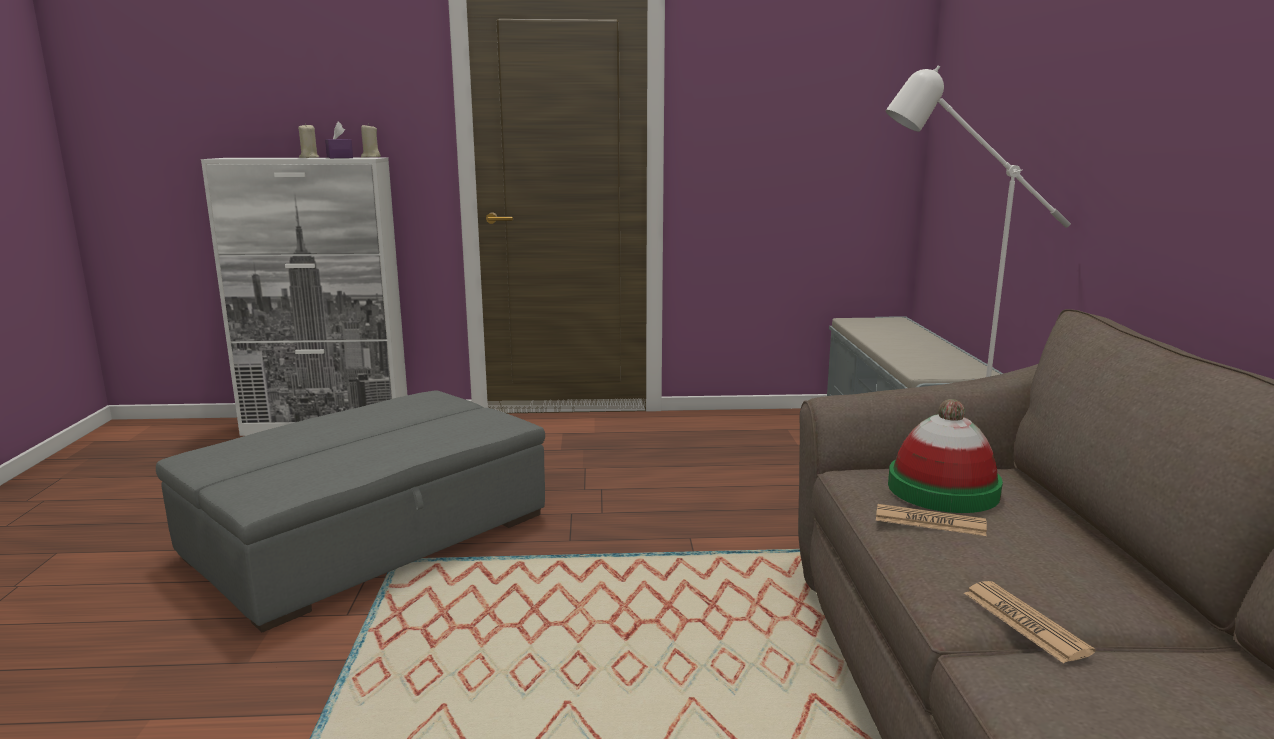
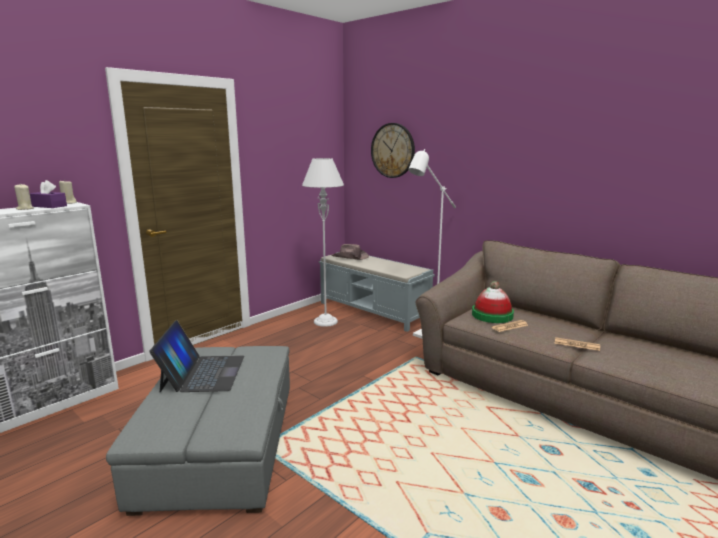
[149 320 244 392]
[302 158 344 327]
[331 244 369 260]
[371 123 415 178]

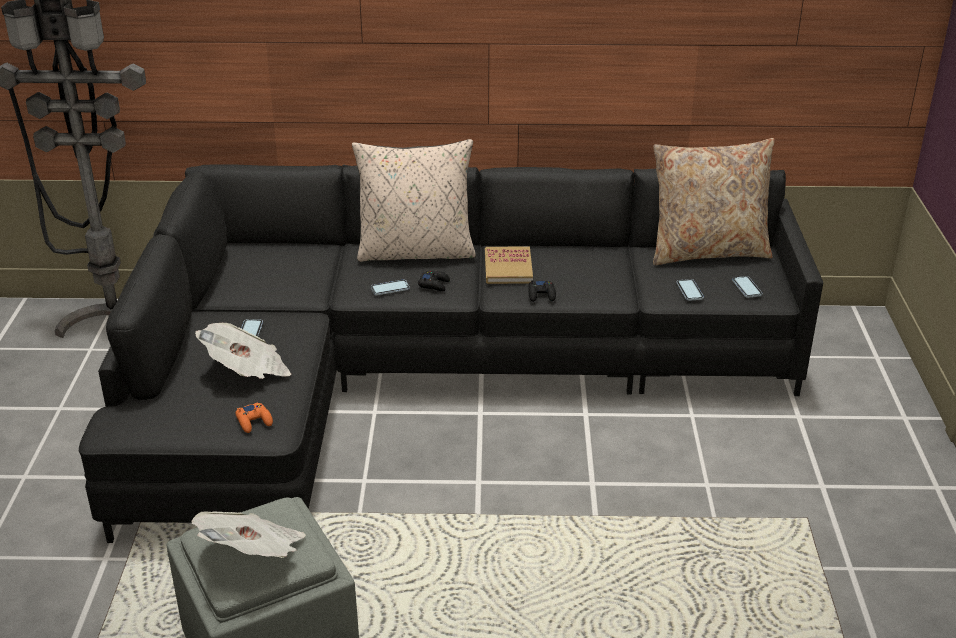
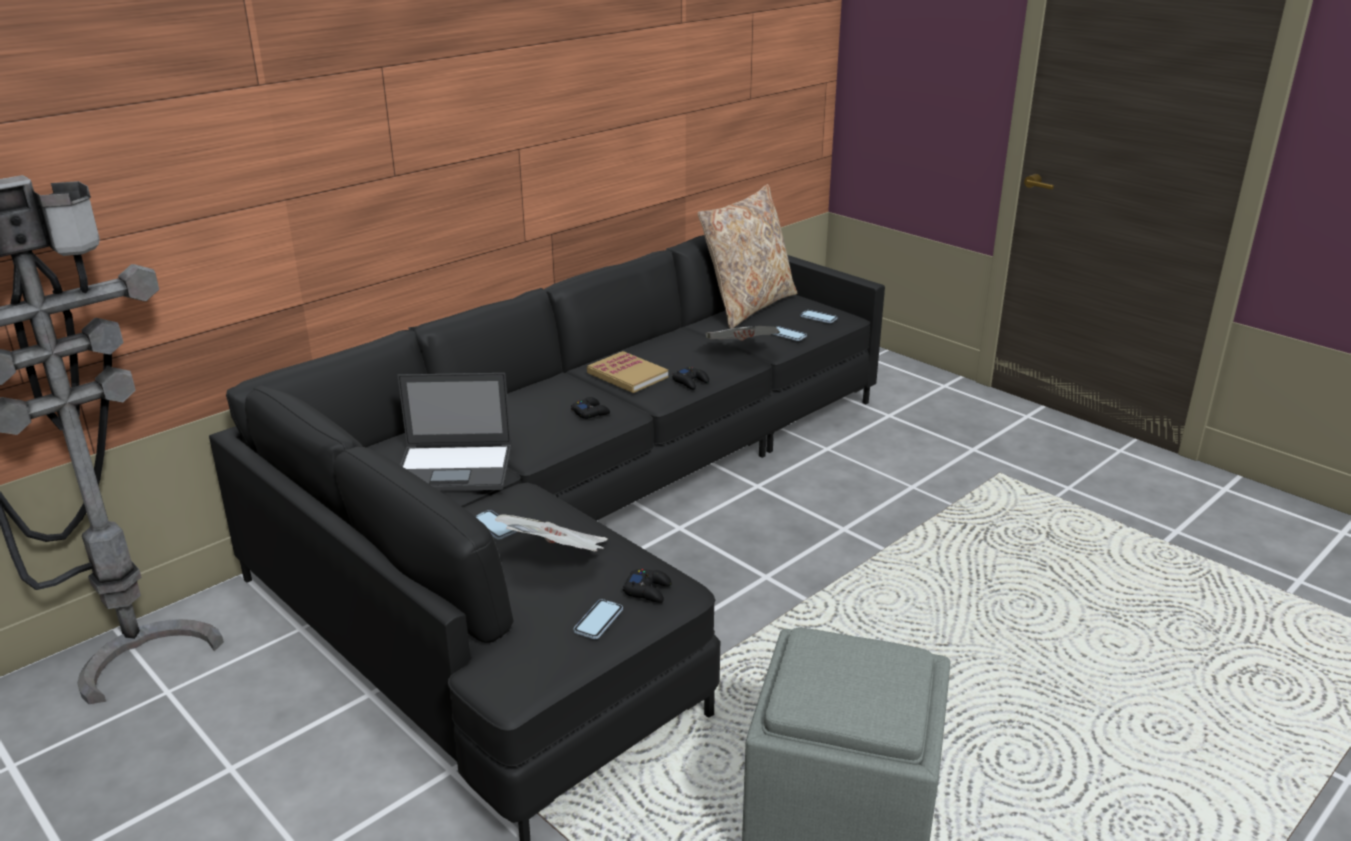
[706 326 780 341]
[623 569 672 603]
[352 139 476 262] (first image)
[573 599 623 639]
[397 373 511 491]

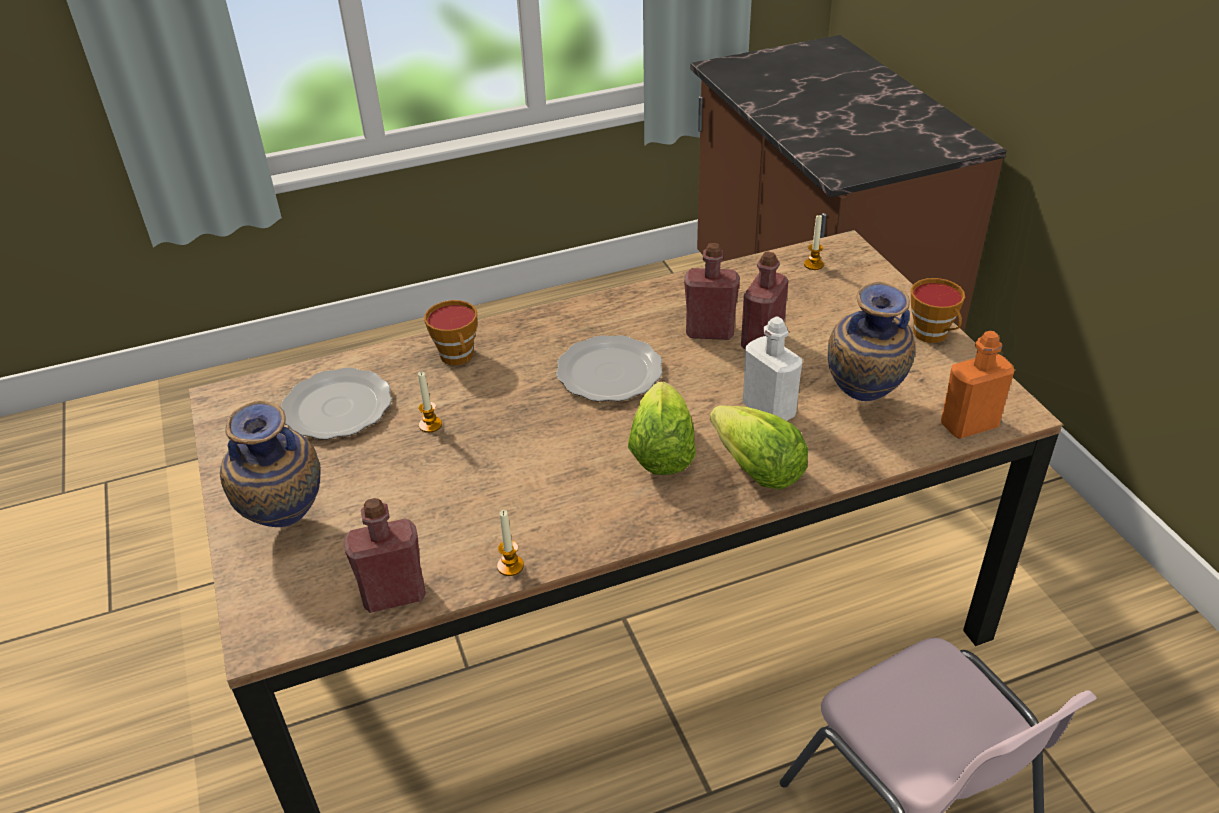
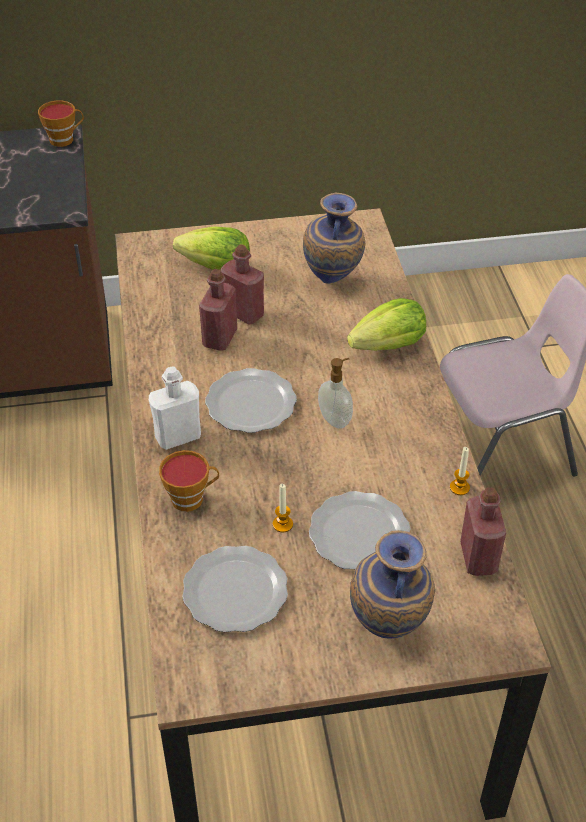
[173 226 250 271]
[149 367 201 450]
[804 215 824 270] (first image)
[38 101 84 147]
[941 331 1015 439] (first image)
[309 491 411 570]
[318 358 353 429]

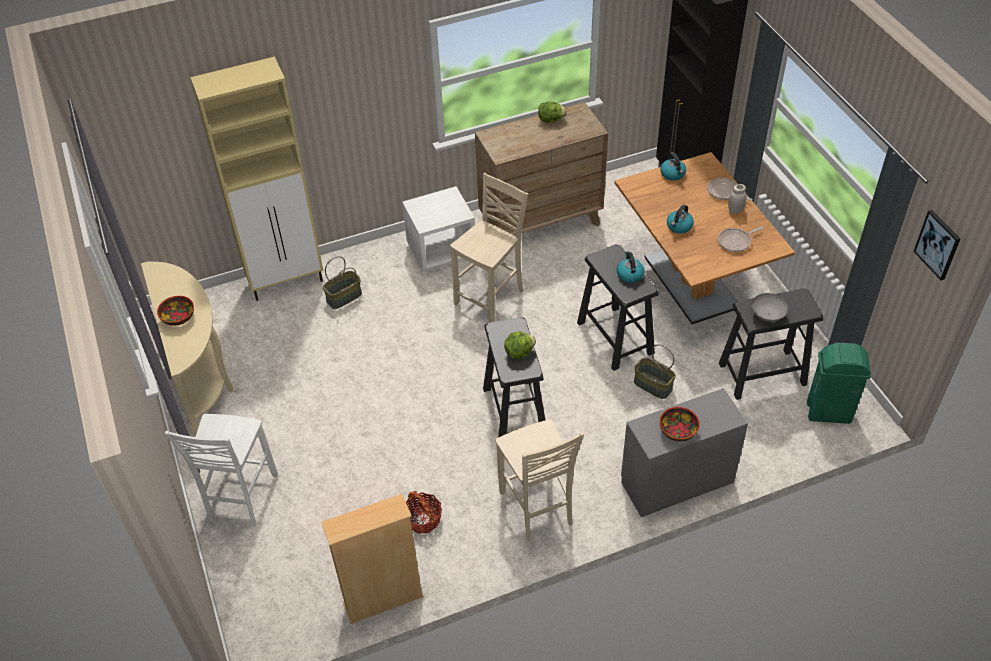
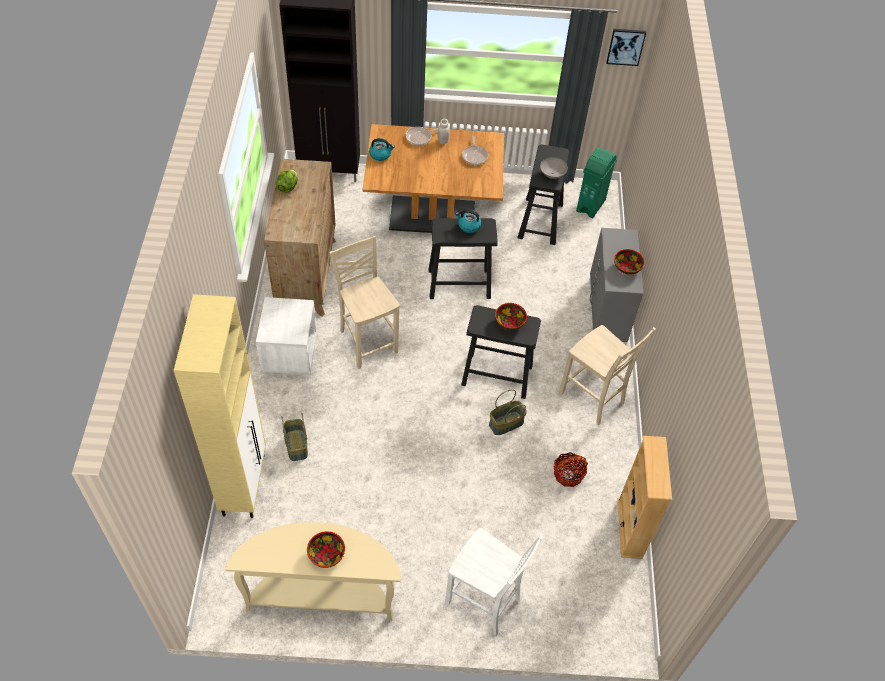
[559 325 656 425]
[495 303 527 330]
[489 389 527 435]
[667 205 694 233] (first image)

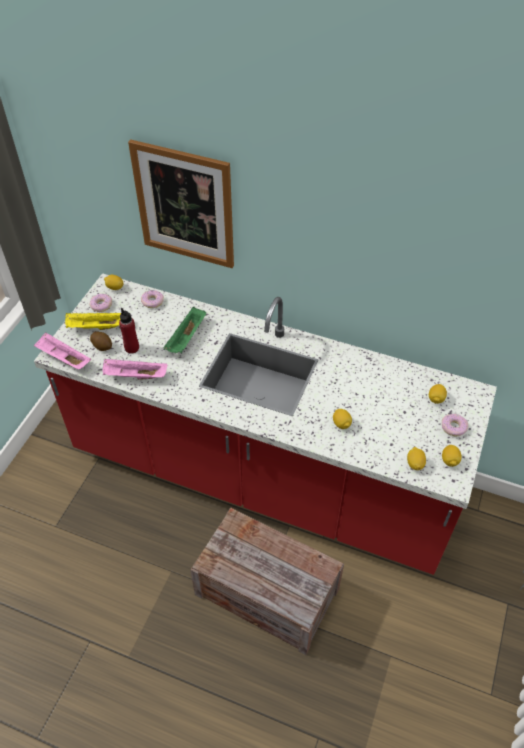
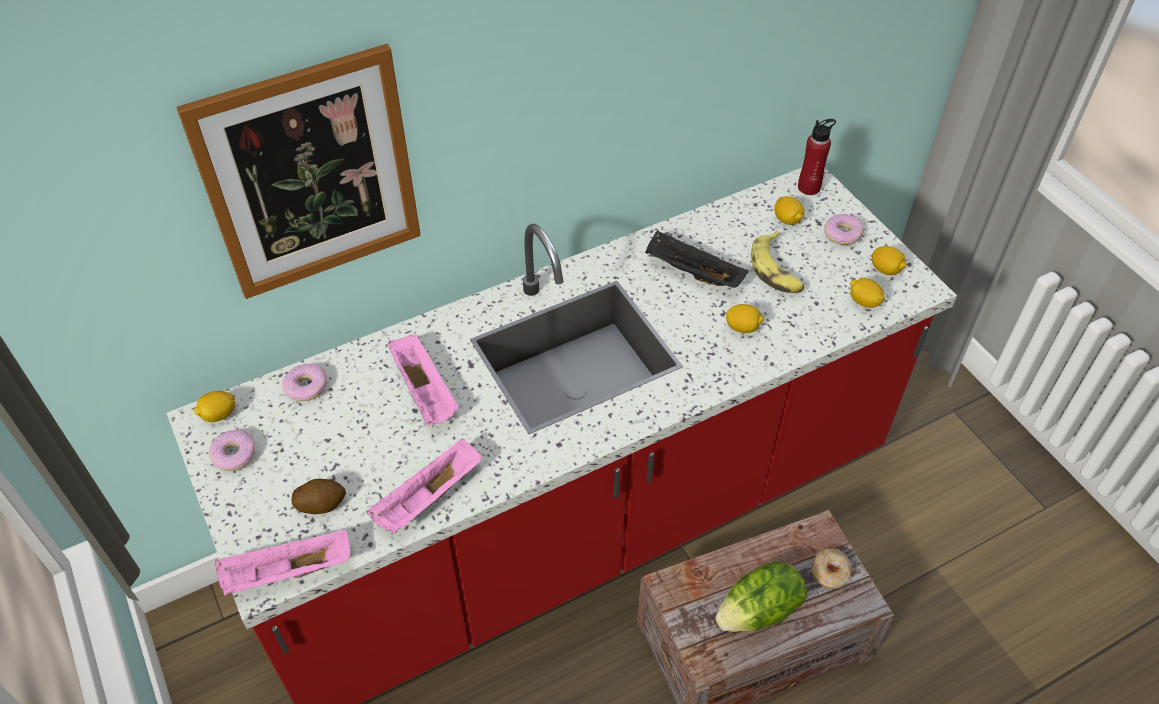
[65 313 121 330] (first image)
[798 119 836 195]
[388 334 459 426]
[645 231 748 288]
[716 562 807 632]
[751 231 804 293]
[812 548 852 589]

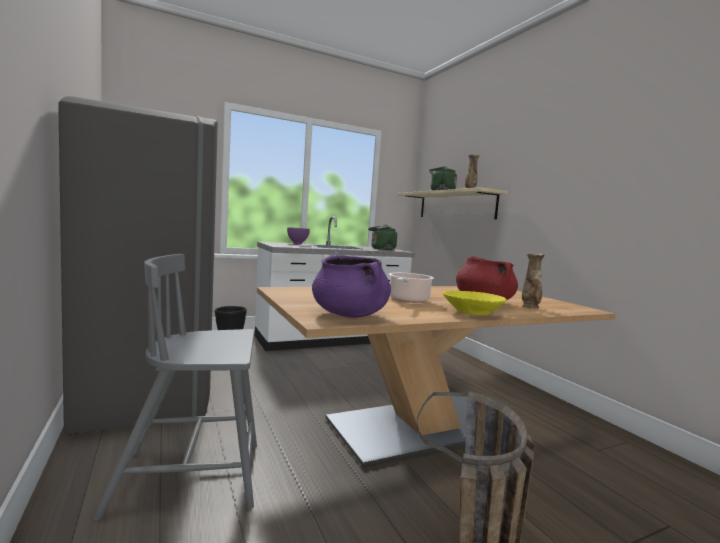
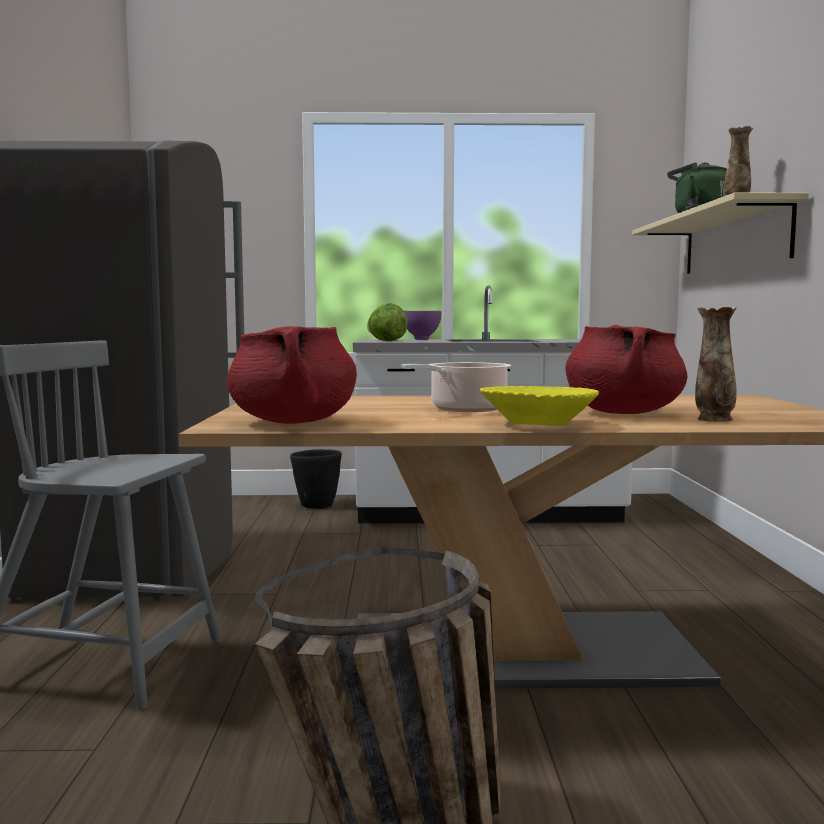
[227 326 357 424]
[368 225 397 250] (first image)
[367 303 408 341]

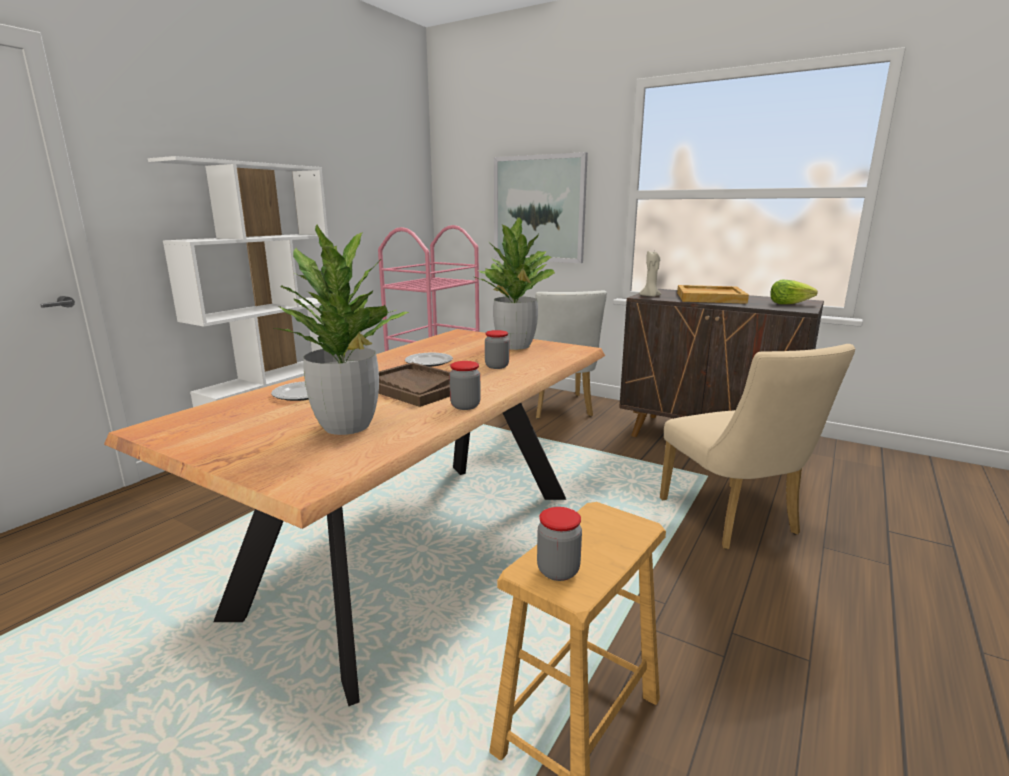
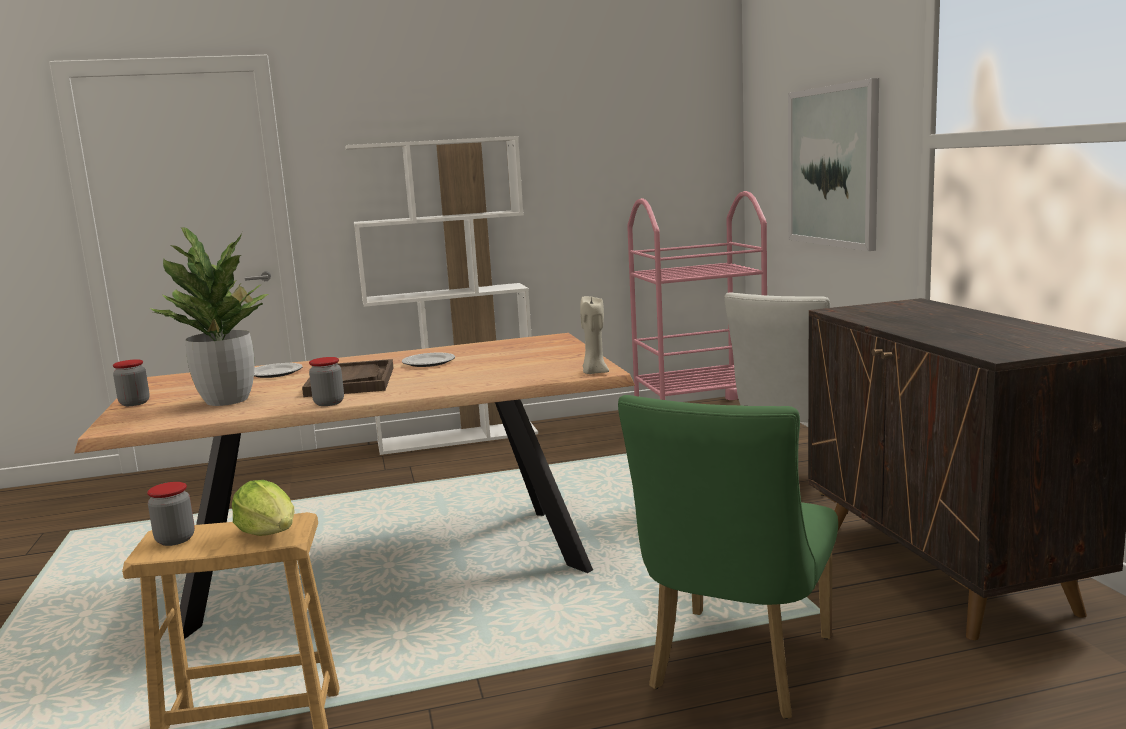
[475 217 555 350] (first image)
[113 359 150 406]
[580 296 609 374]
[618 395 838 719]
[677 285 749 304] (first image)
[232 480 294 536]

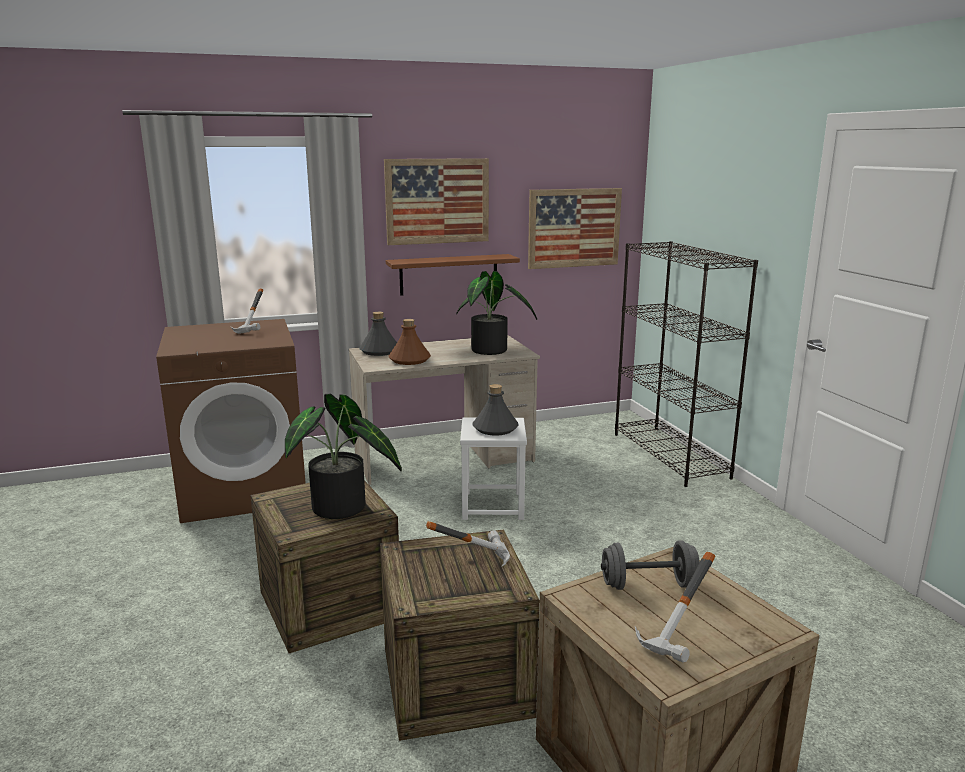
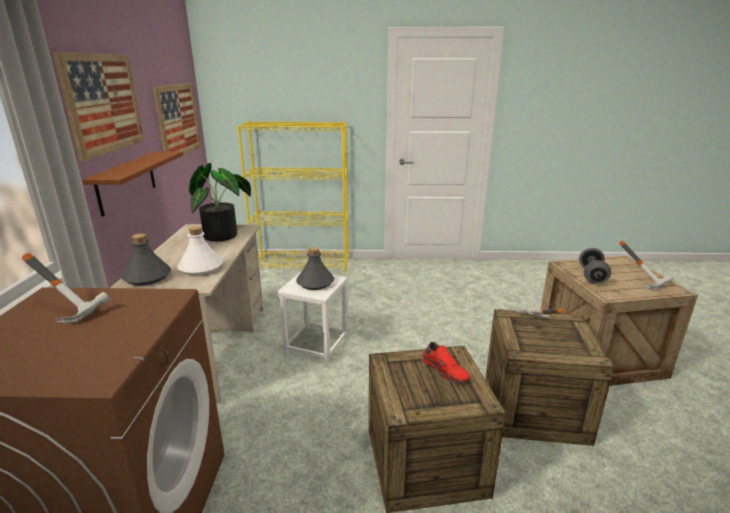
[422 342 470 383]
[177 226 223 275]
[237 121 349 273]

